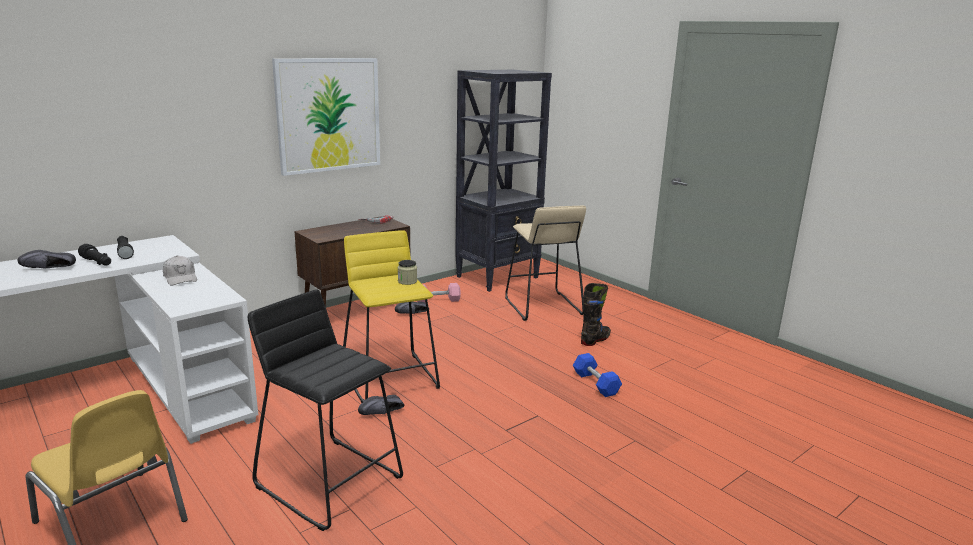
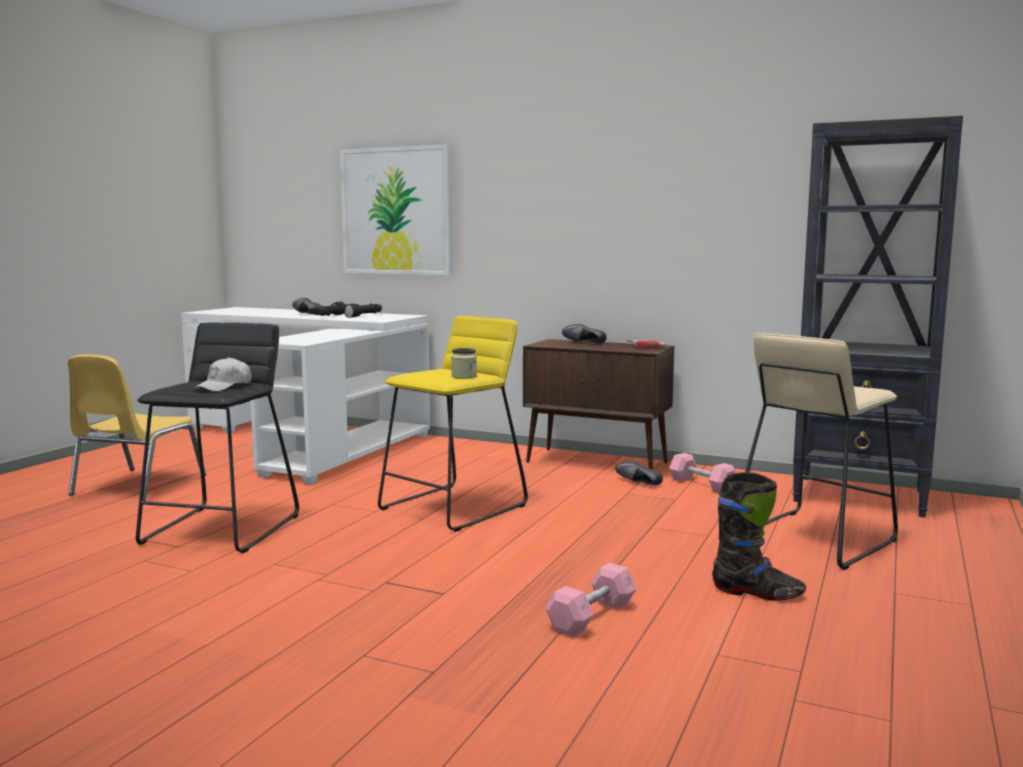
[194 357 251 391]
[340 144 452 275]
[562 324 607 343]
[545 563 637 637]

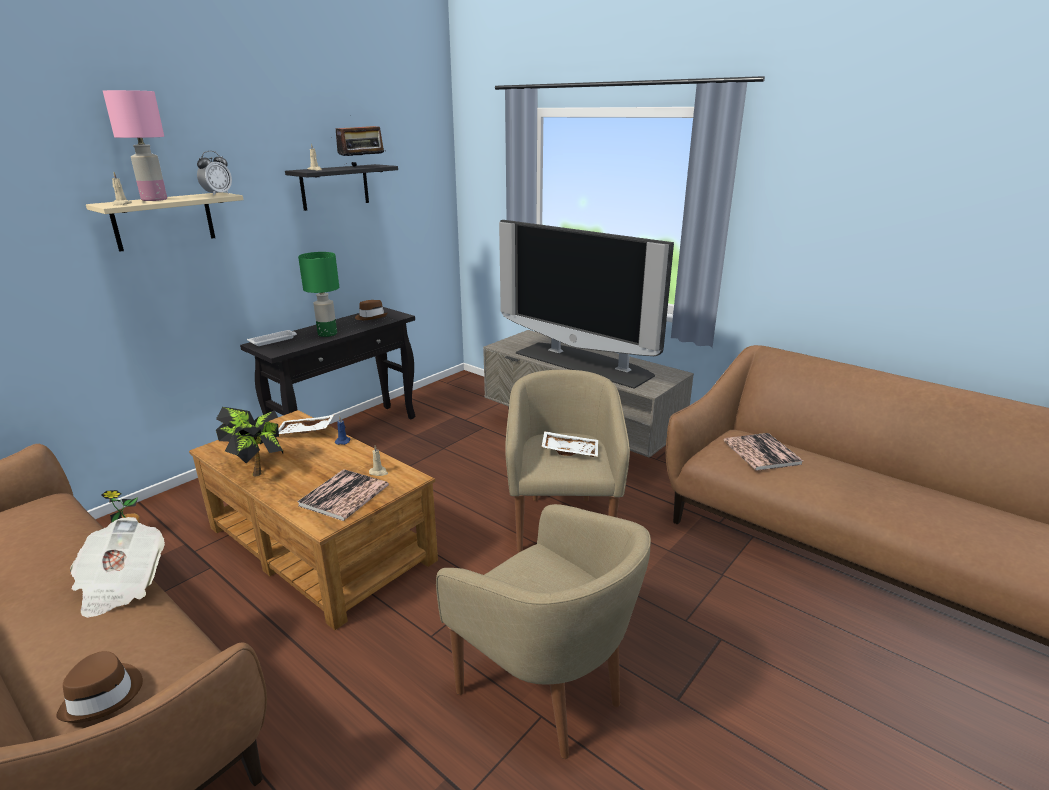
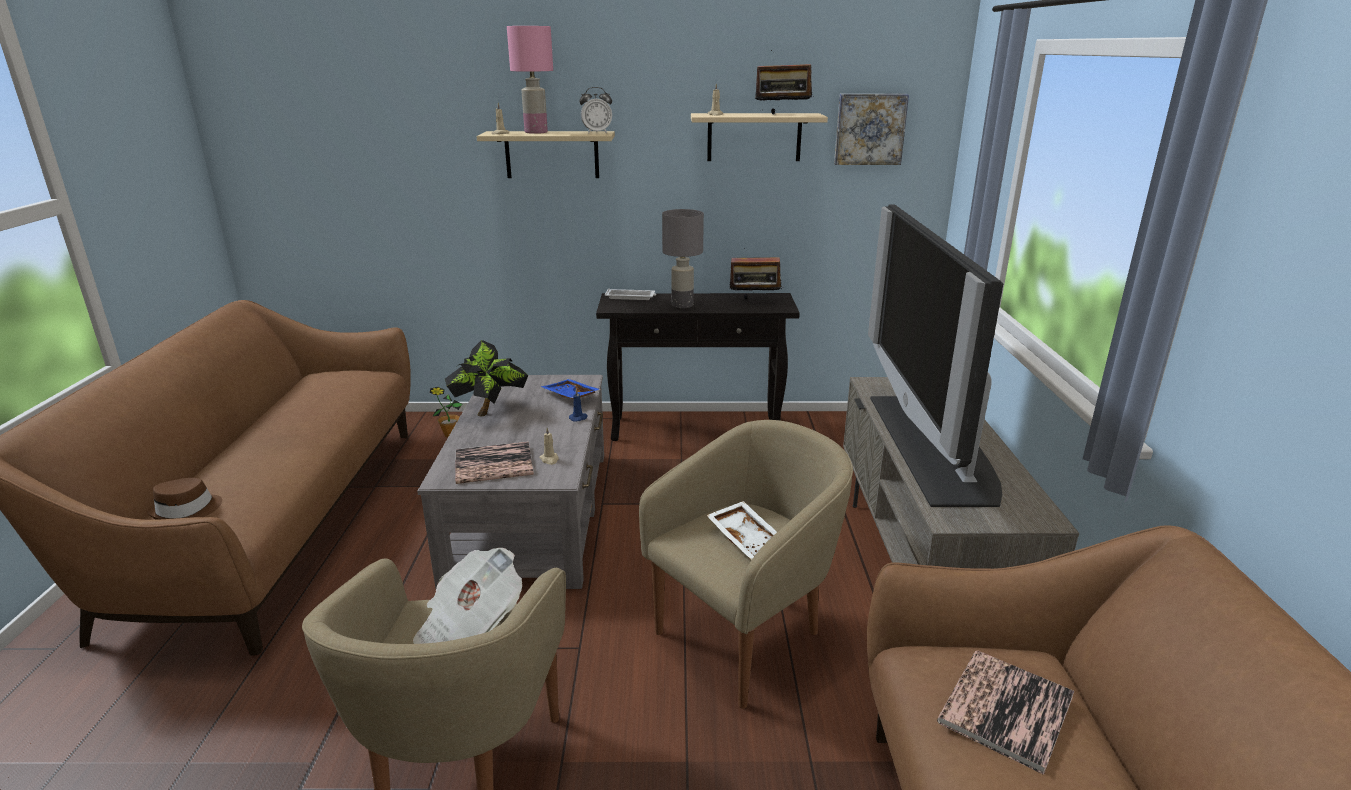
[413 548 522 644]
[417 375 604 589]
[541 379 601 399]
[691 113 828 161]
[662 209 704 309]
[726 246 784 299]
[834 94 909 165]

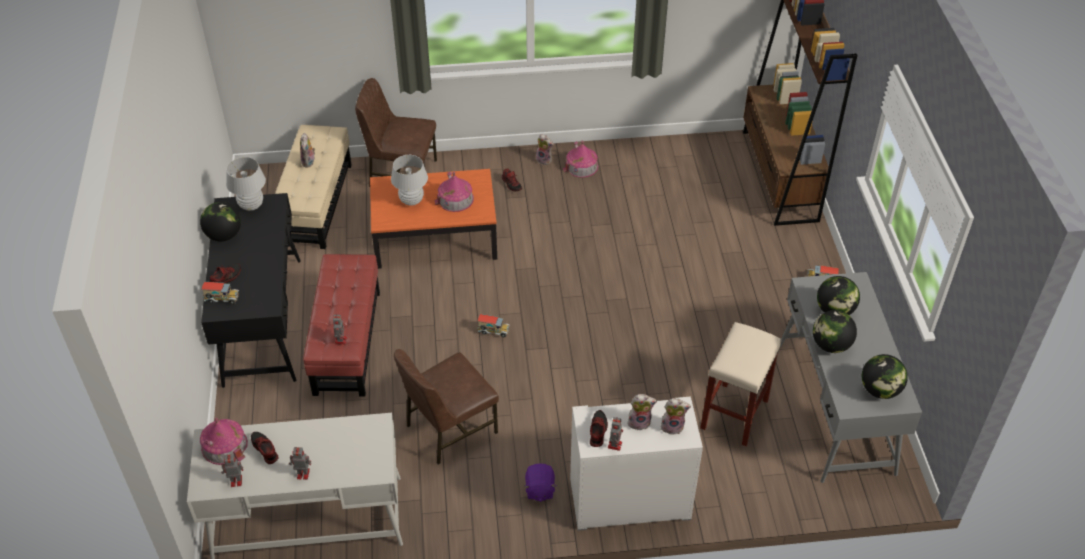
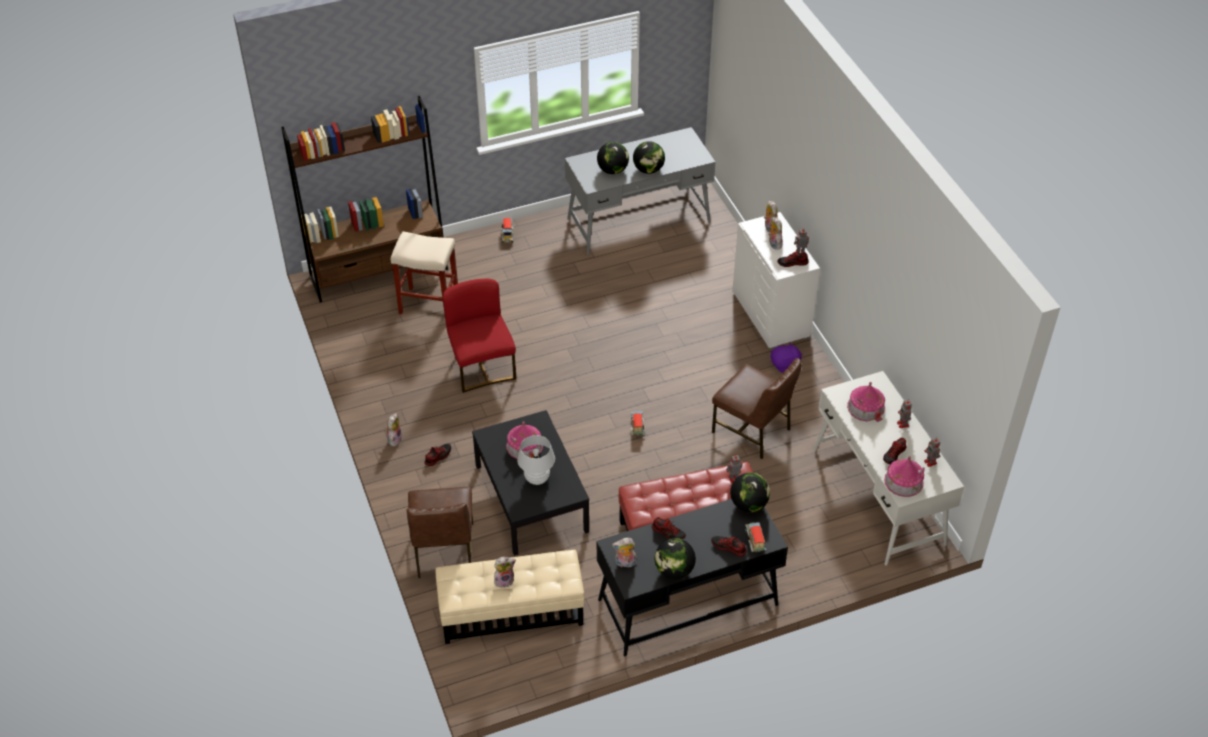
[612 538 636 568]
[472 410 589 556]
[847 382 885 422]
[391 231 458 321]
[730 473 770 512]
[443 279 516 393]
[652 517 686 539]

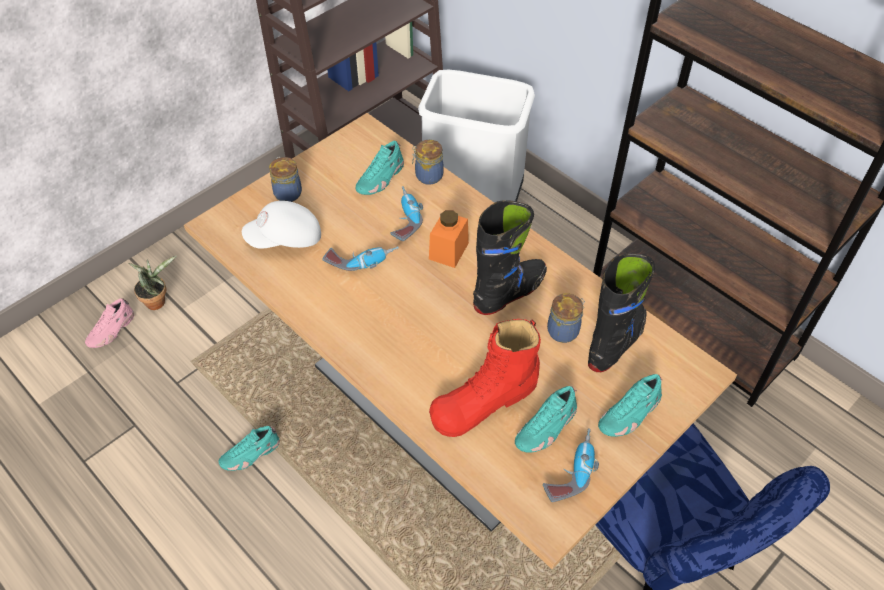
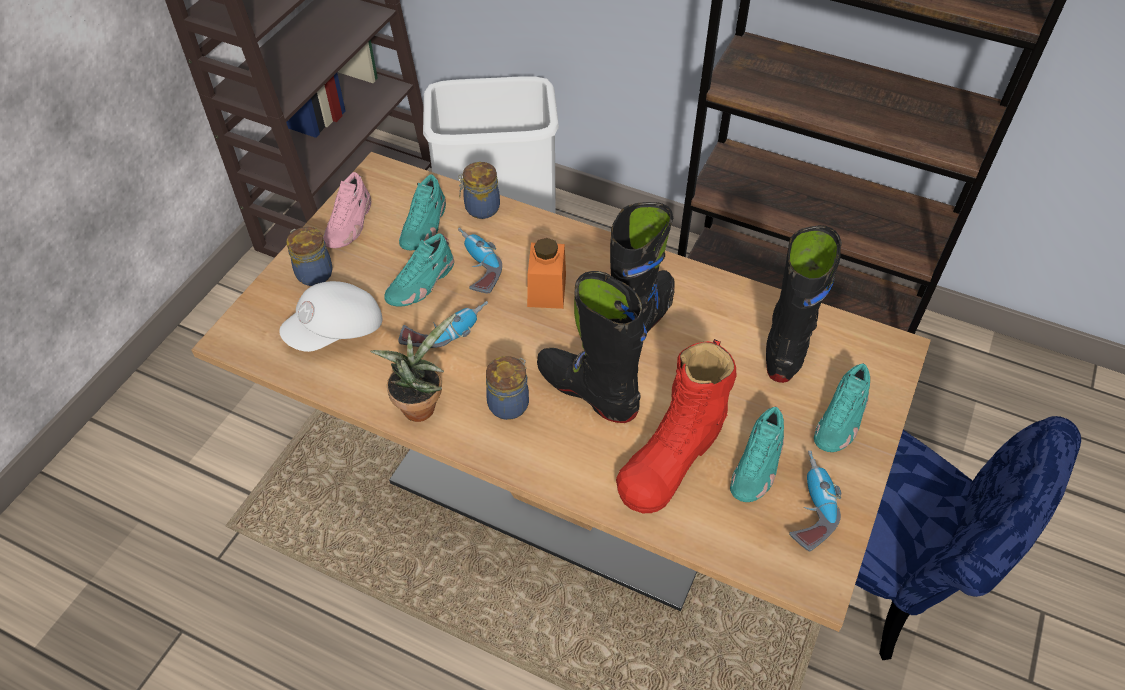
[323 172 371 248]
[370 314 456 422]
[384 233 454 306]
[486 356 529 420]
[537 271 647 423]

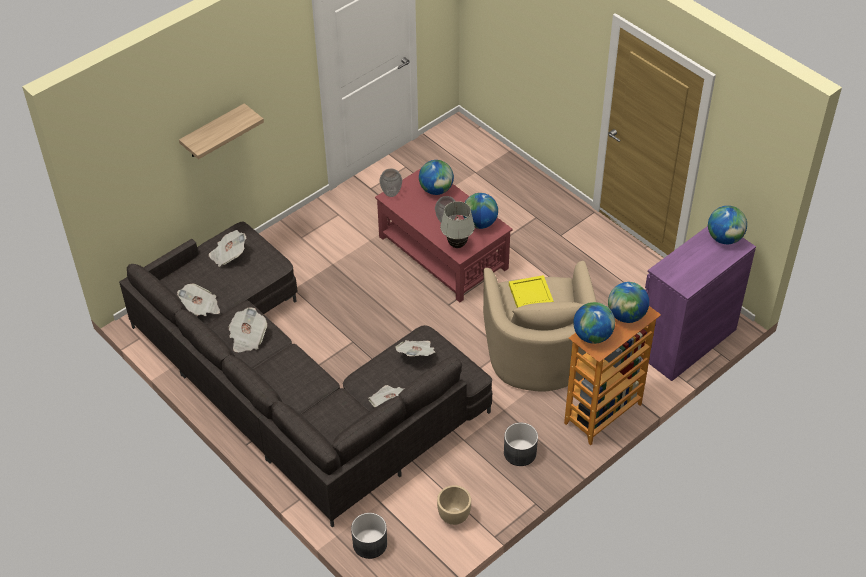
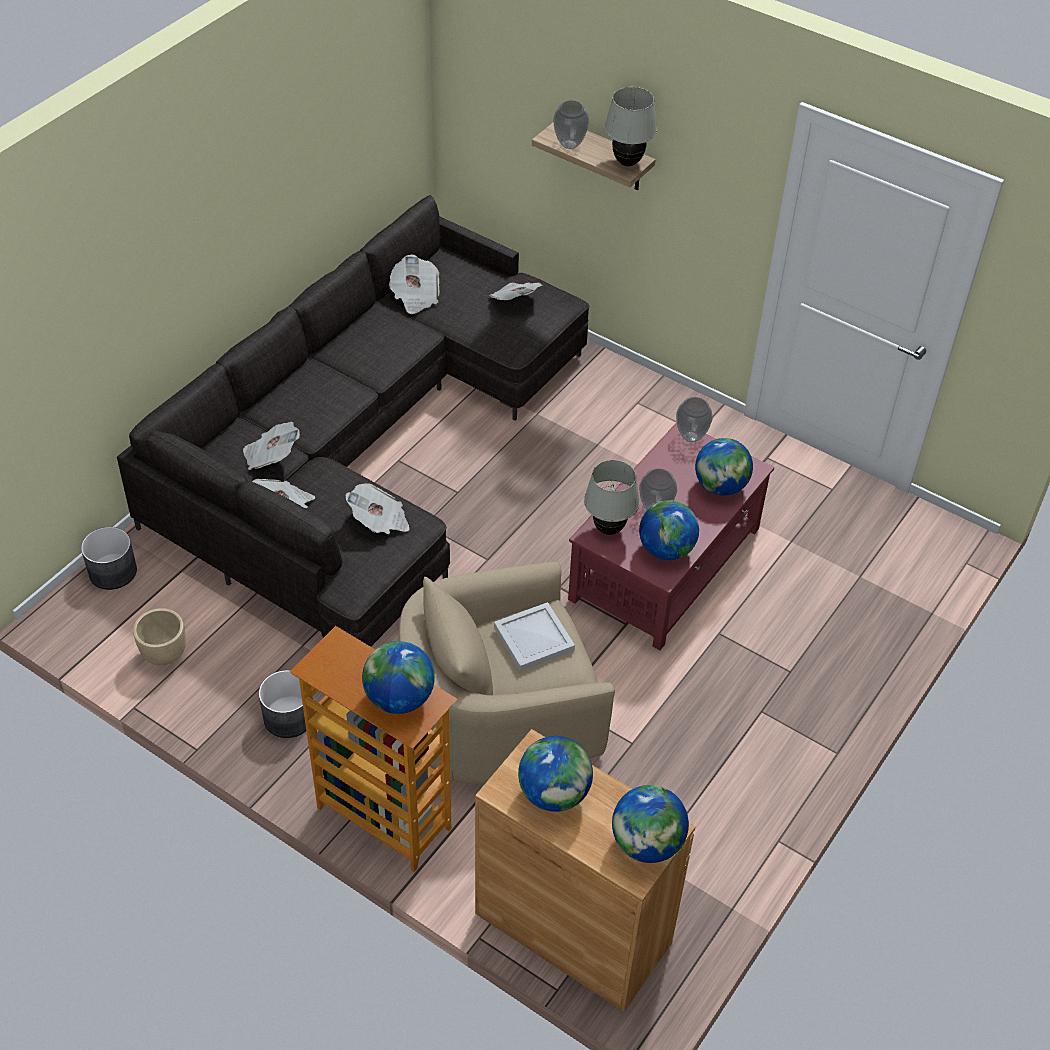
[243 422 300 470]
[494 602 575 671]
[518 736 593 812]
[475 729 695 1012]
[553 101 589 149]
[604 87 657 166]

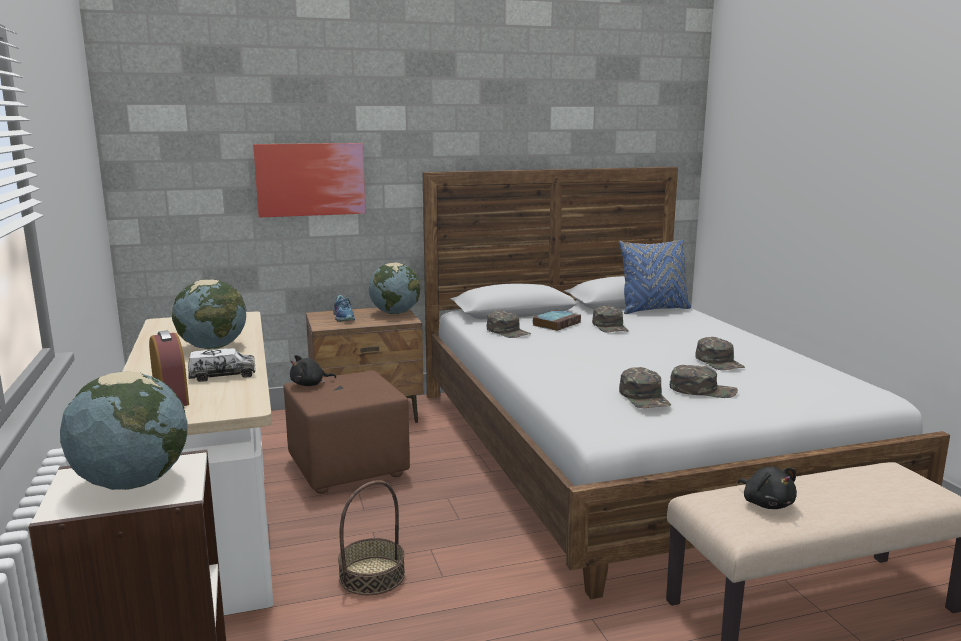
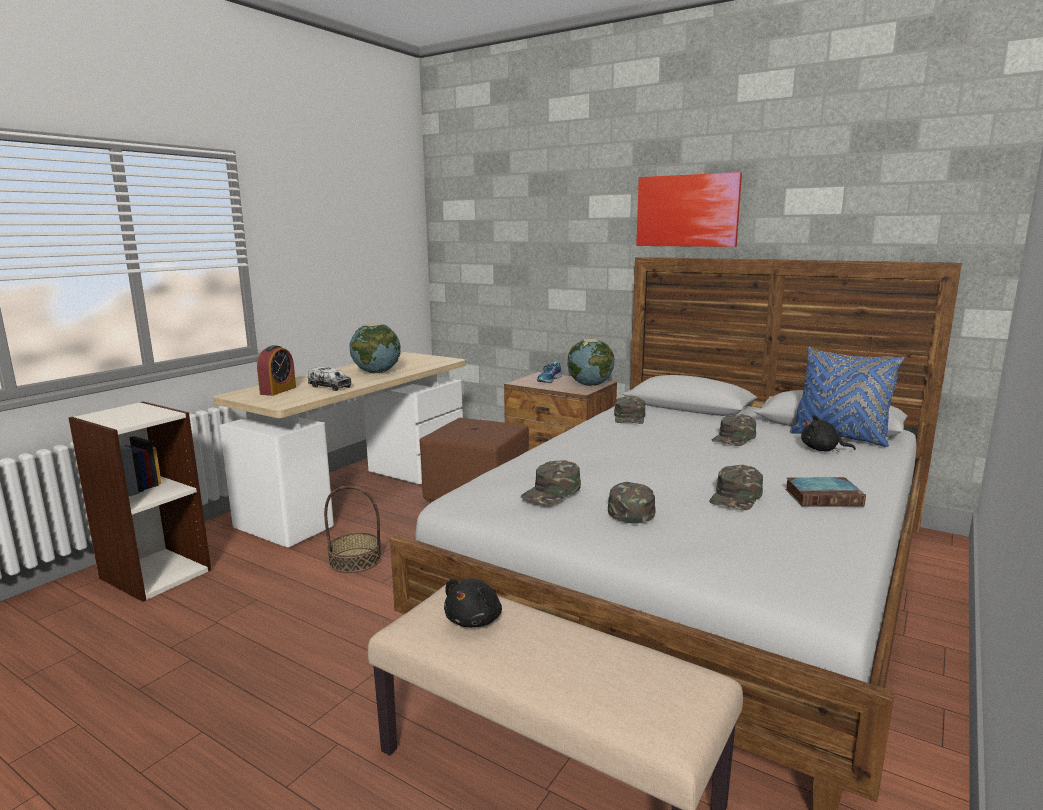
[60 371 187 490] (first image)
[636 172 742 247]
[801 415 856 452]
[785 477 866 507]
[608 482 655 523]

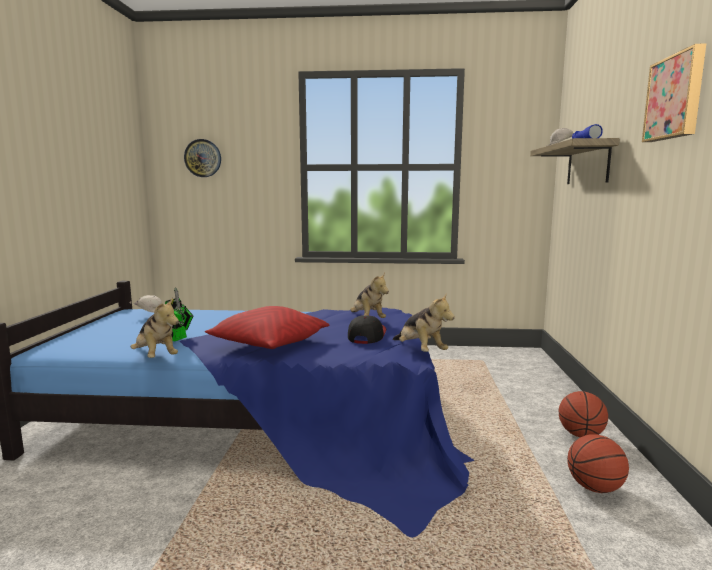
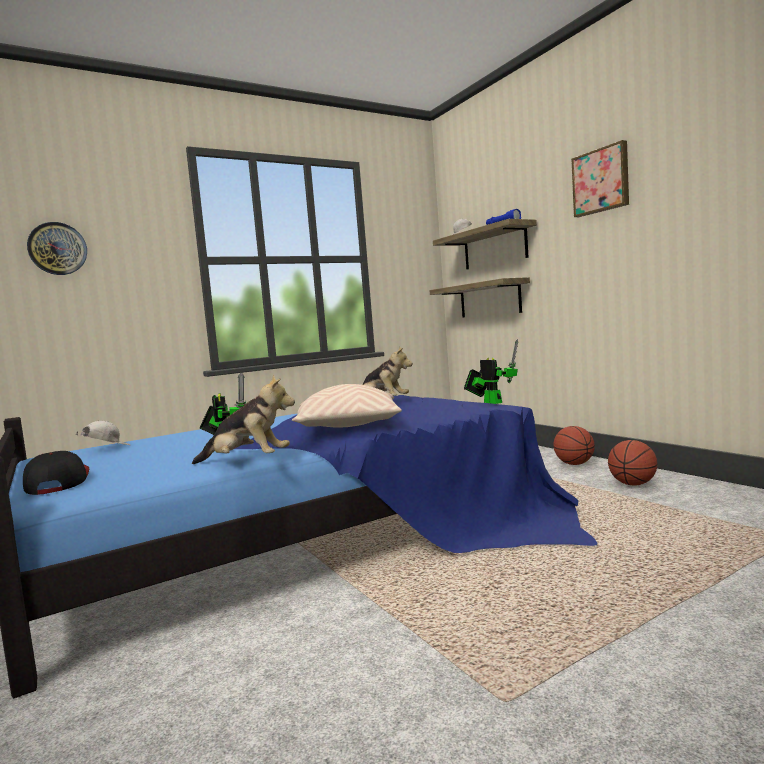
[292 384 402 427]
[23 451 89 495]
[464 339 518 404]
[430 277 530 318]

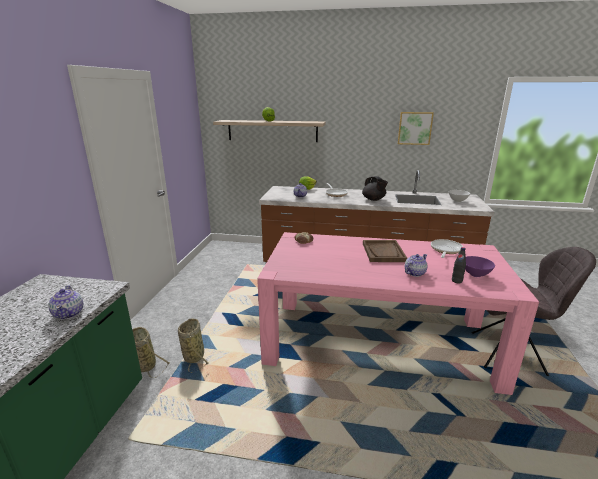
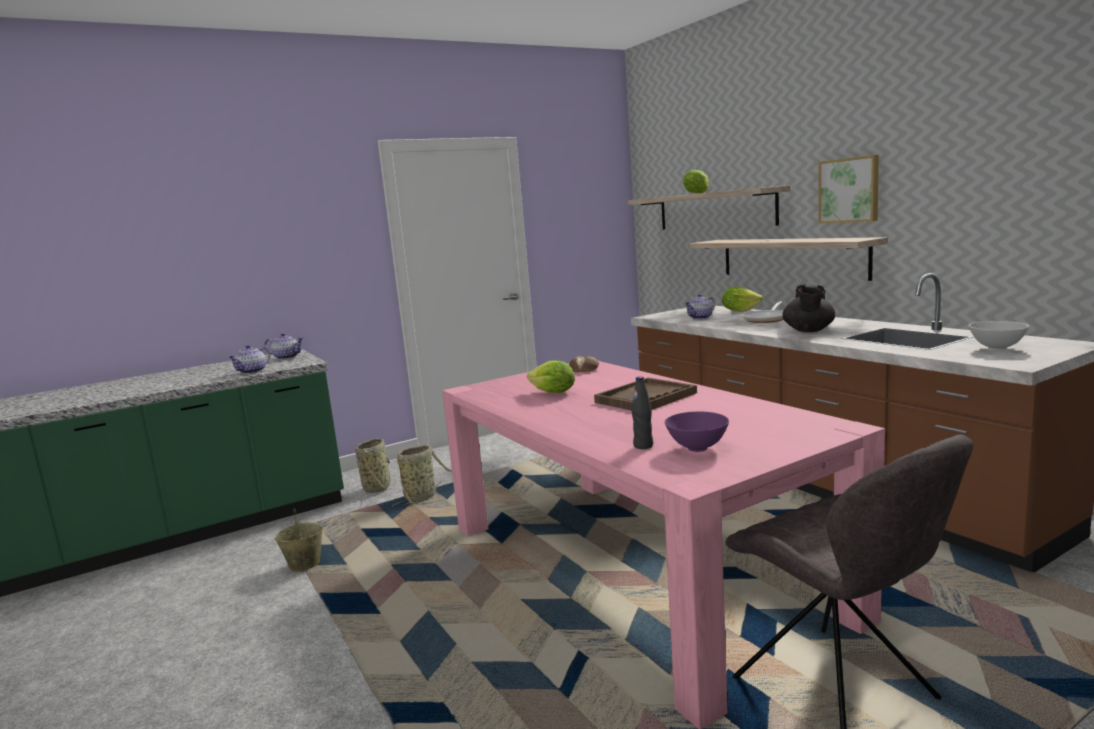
[819 155 879 223]
[264 333 303 360]
[431 239 463 258] (first image)
[275 508 323 572]
[527 360 575 393]
[689 237 888 281]

